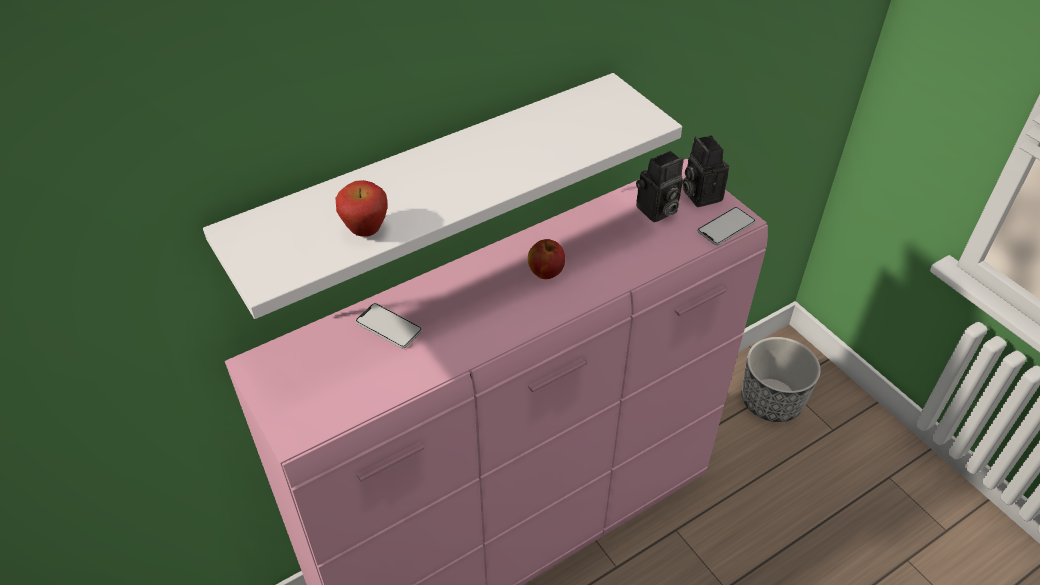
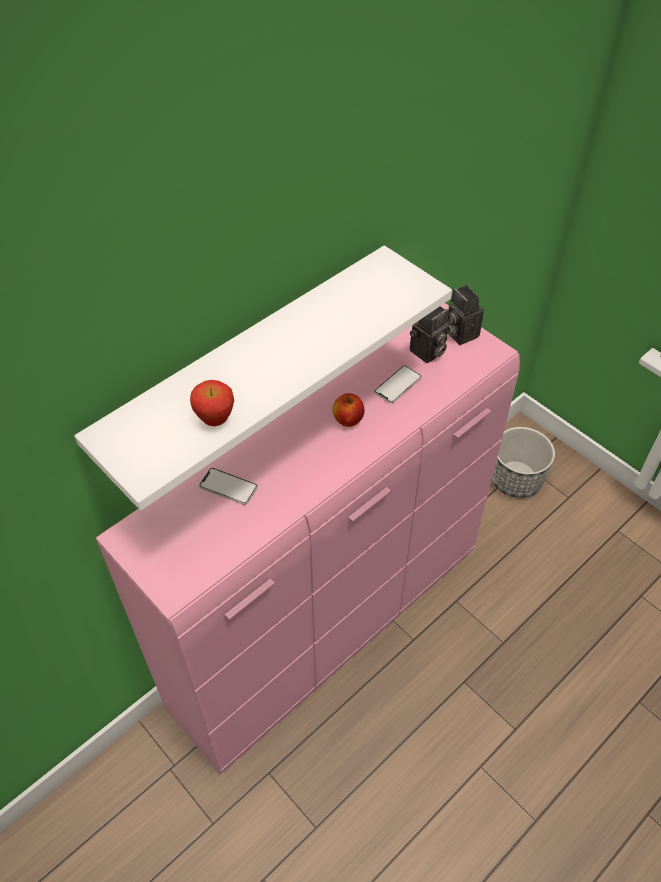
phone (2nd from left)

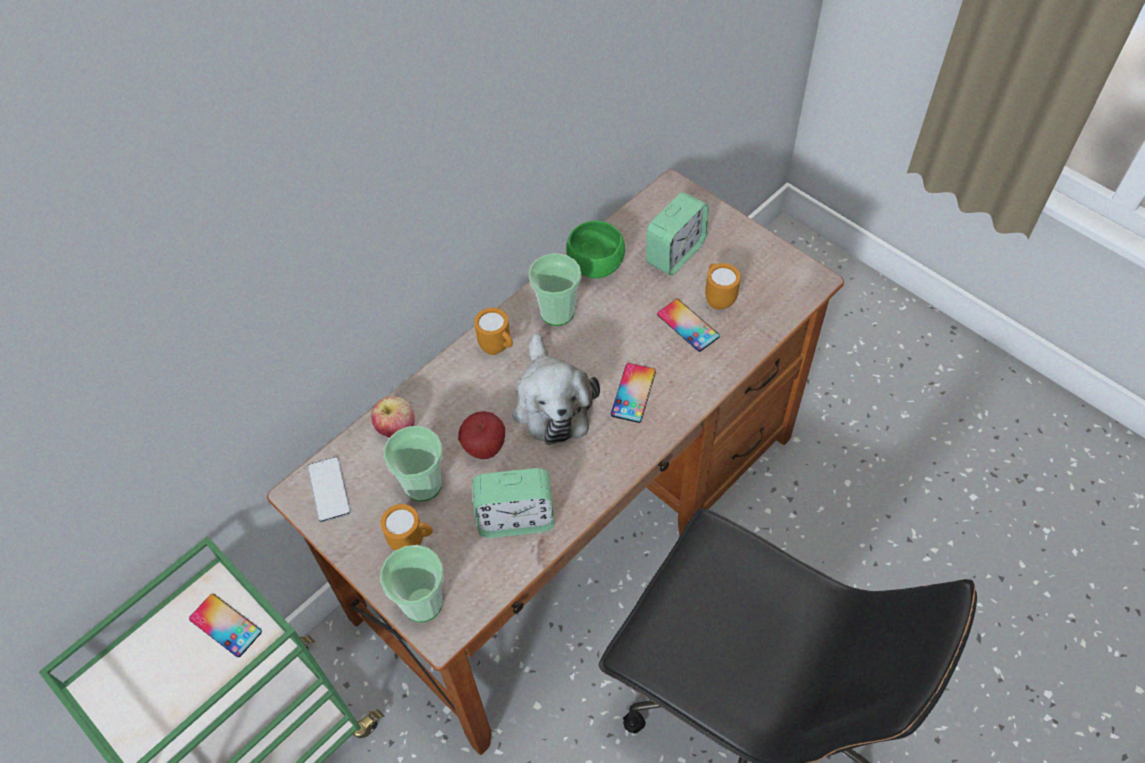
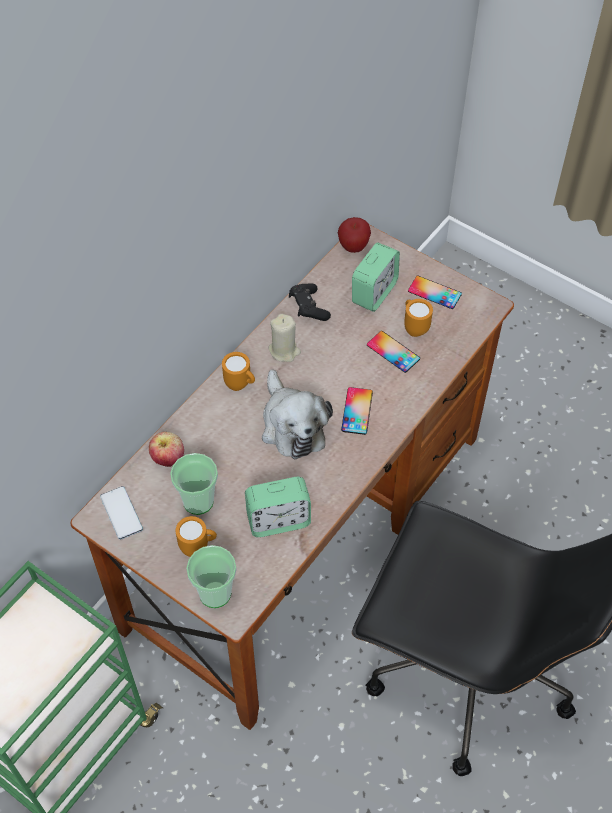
game controller (black-coloured); wax candle (beige-coloured); apple fruit (2nd from left); phone (4th from left)

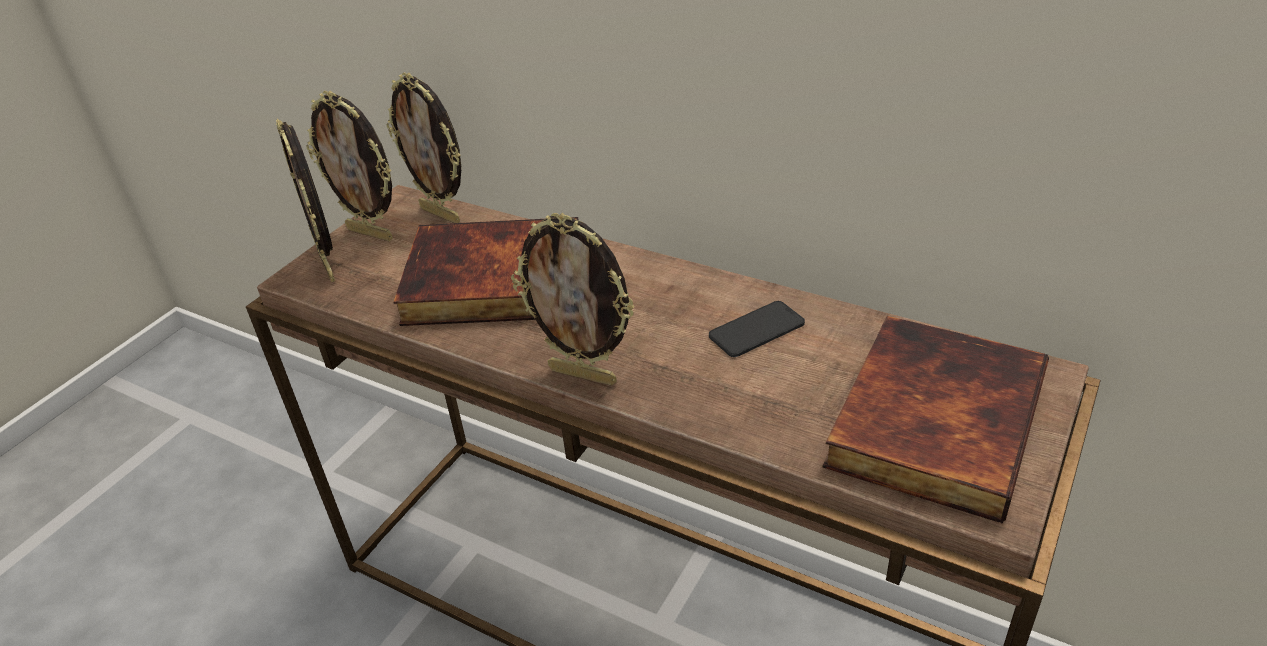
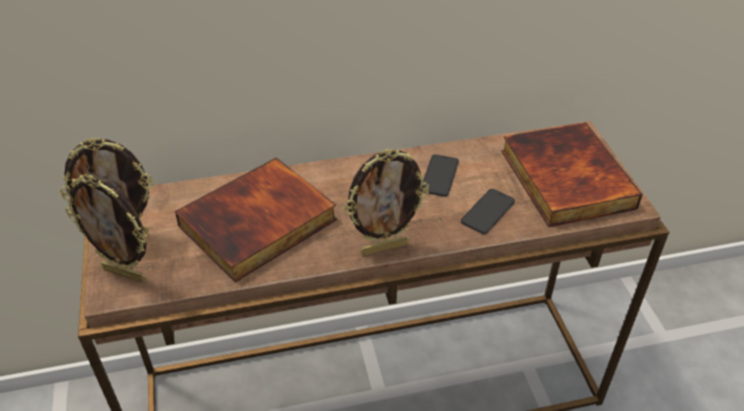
standing frame (3rd from left in the first image); phone (2nd from left)

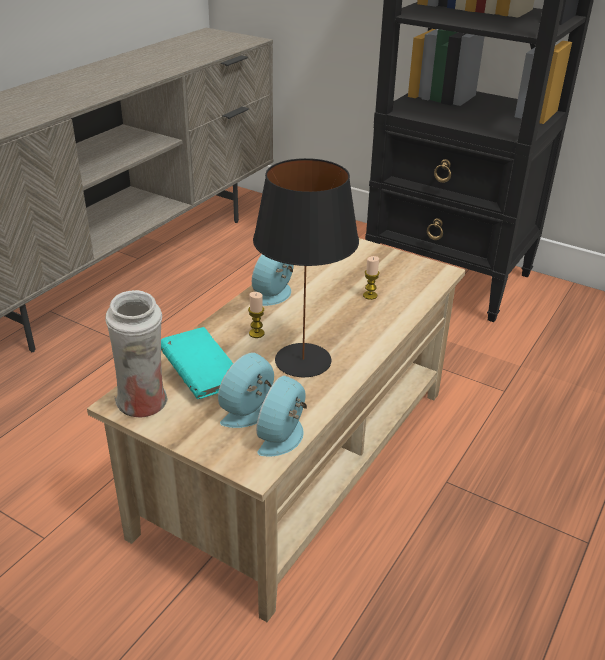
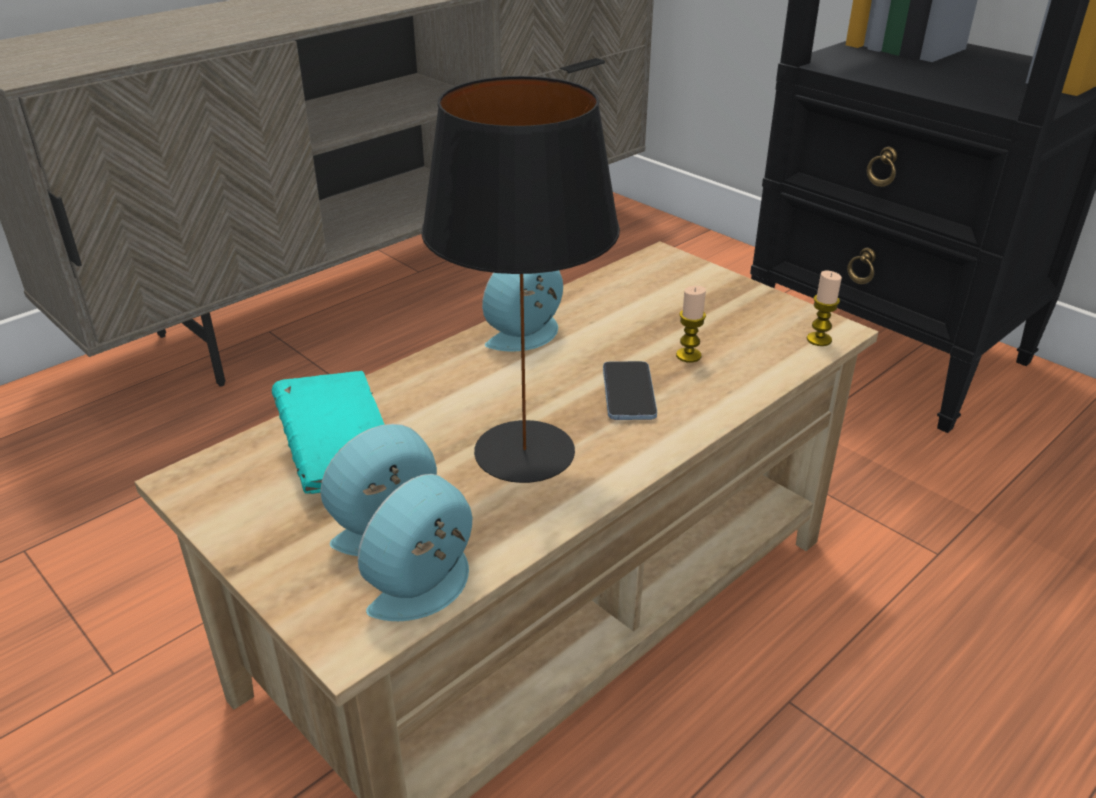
decorative vase (white-coloured); wax candle (2nd from left); phone

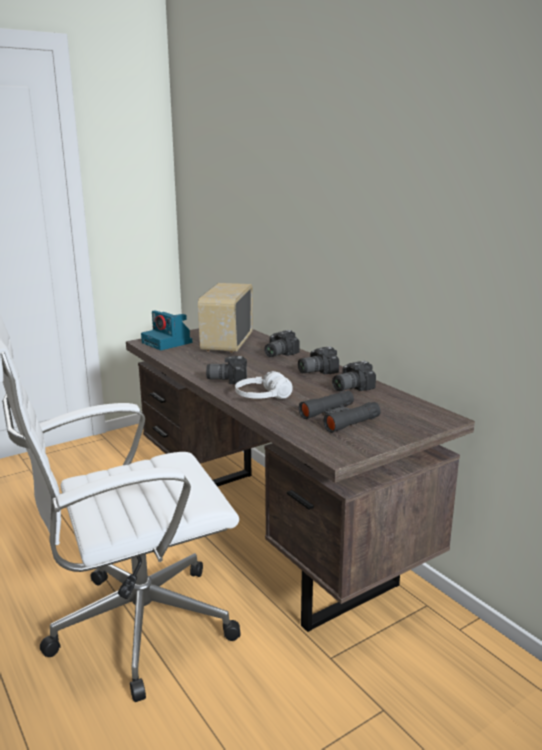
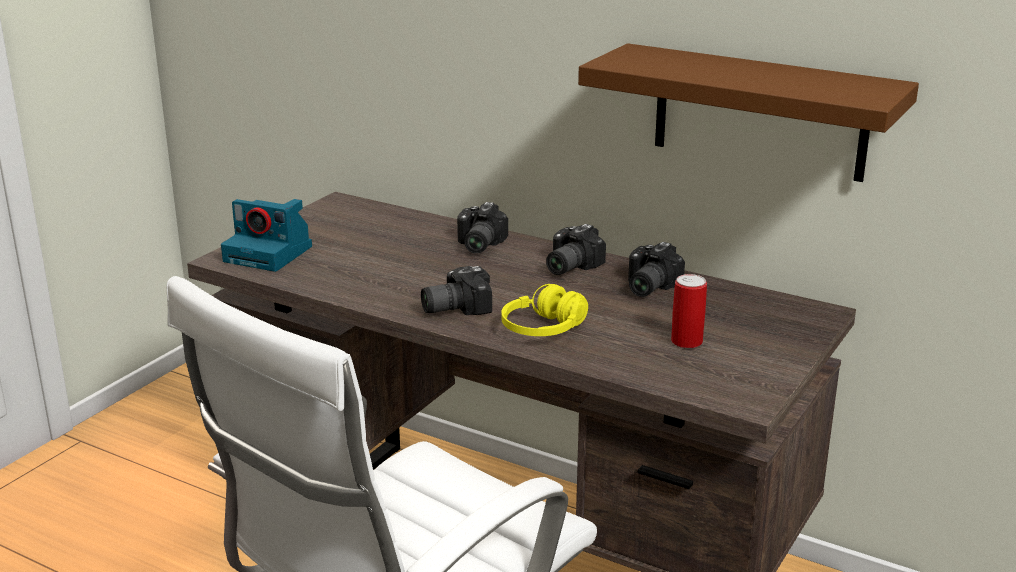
radio receiver; pair of headphones (yellow-coloured); can; shelf (brown)

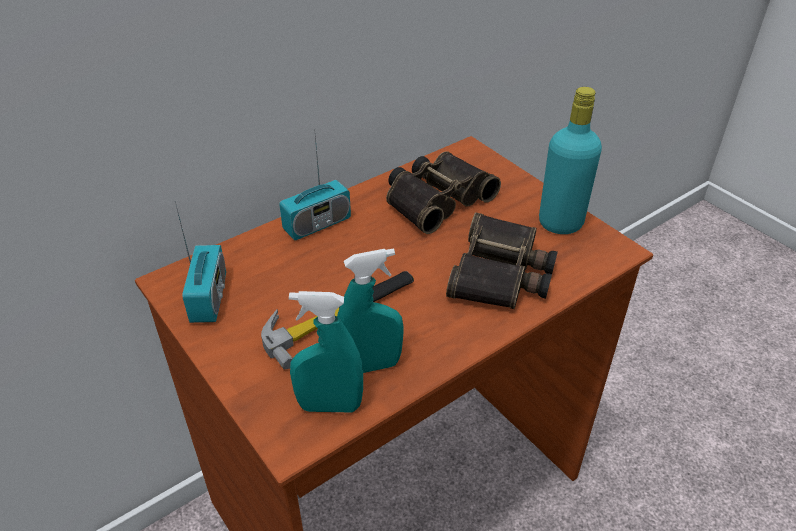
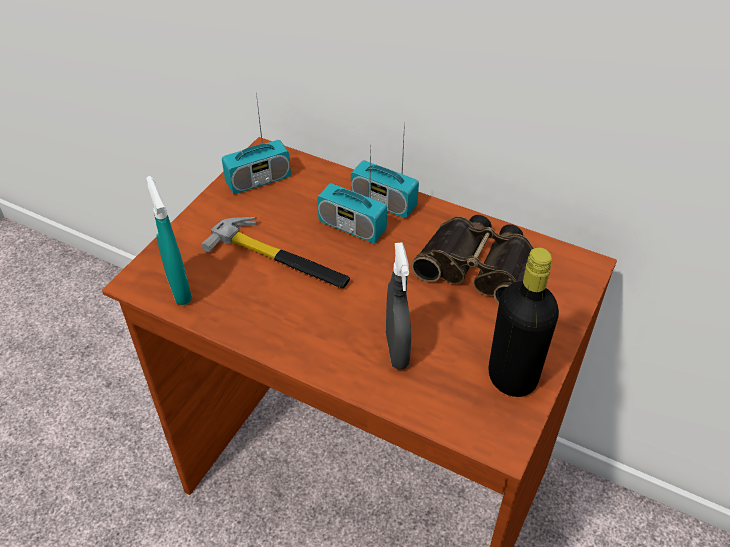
beverage bottle (black-coloured); spray bottle (gray); spray bottle (turquoise-coloured) (2nd from left in the first image); radio receiver (2nd from left)

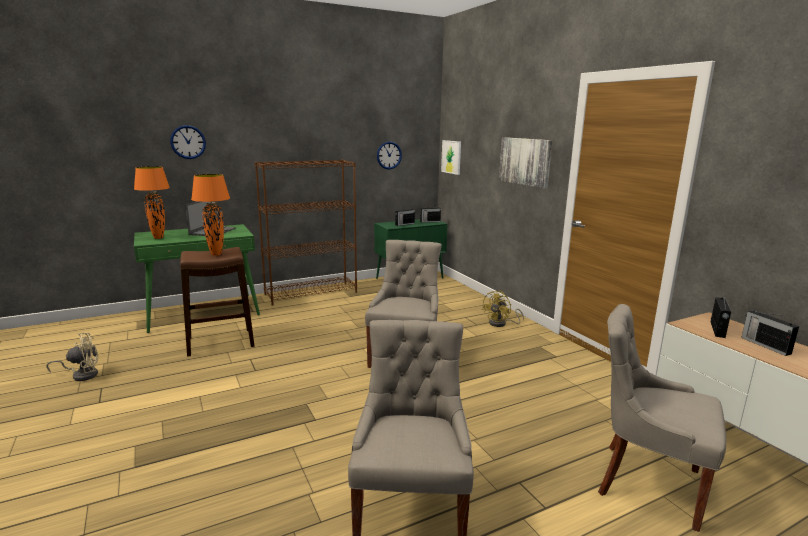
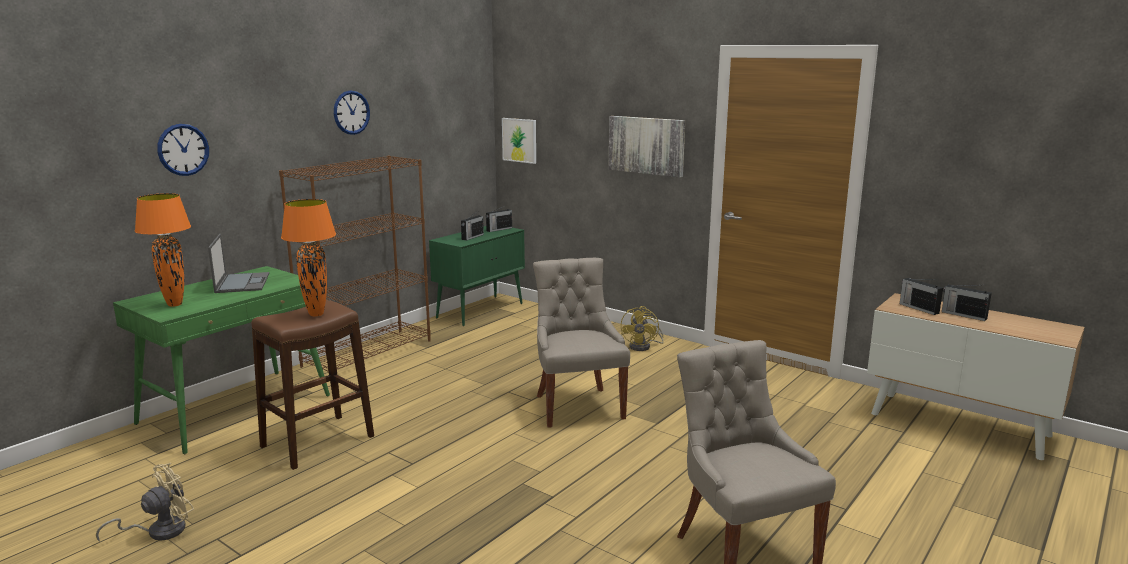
wall clock (2nd from left); radio receiver (3rd from left); upright chair (gray) (3rd from left in the first image)

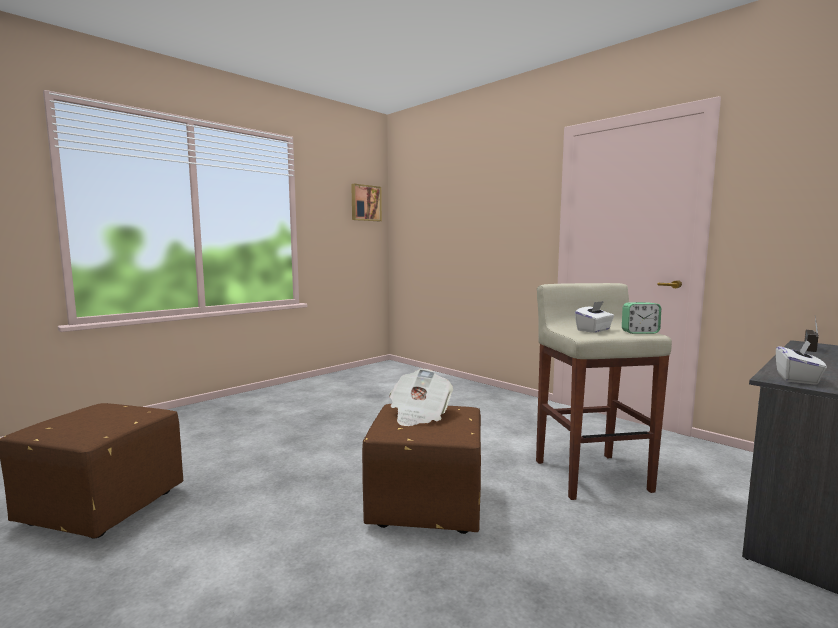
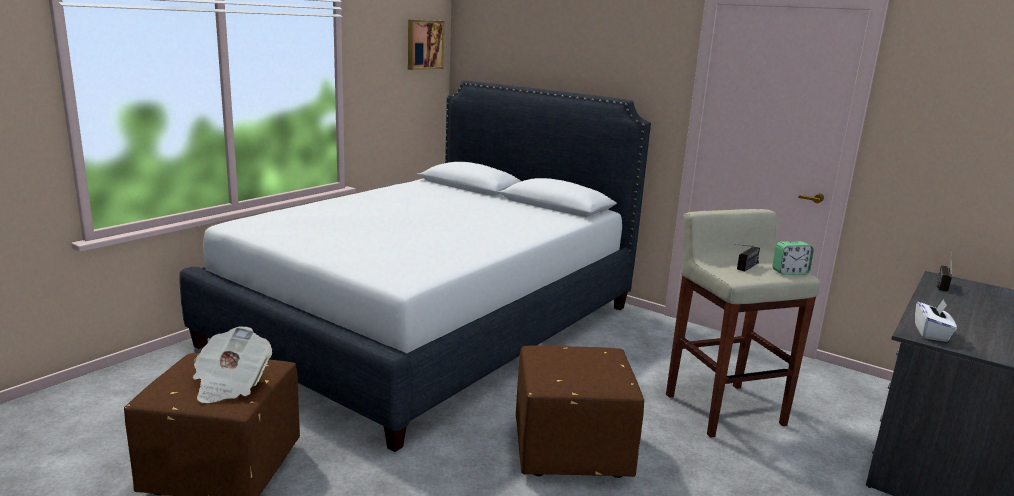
radio receiver (1st from left); newspaper; bedroom bed (white-coloured)

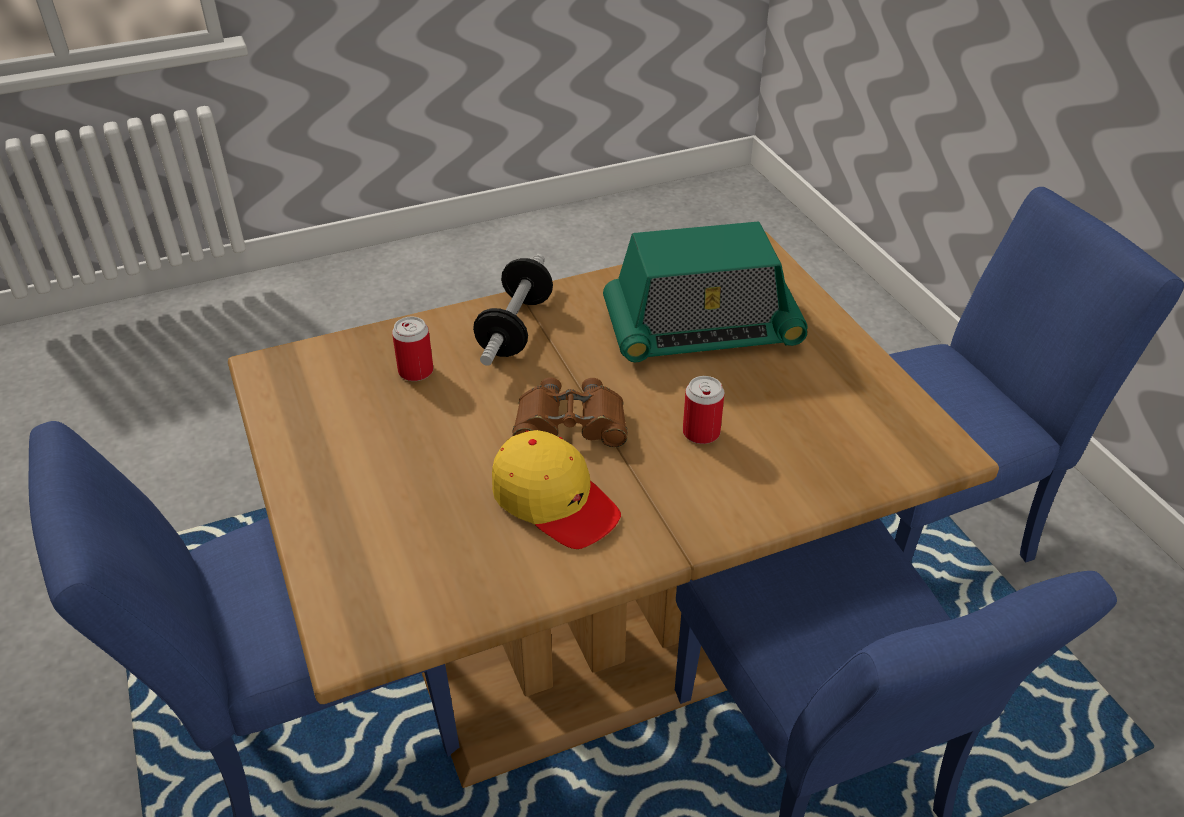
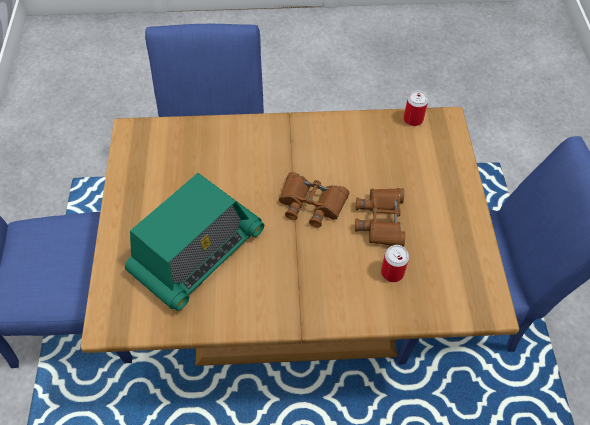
radio receiver; free weight; can (2nd from left); peaked cap (yellow-coloured); pair of binoculars (brown) (2nd from left)

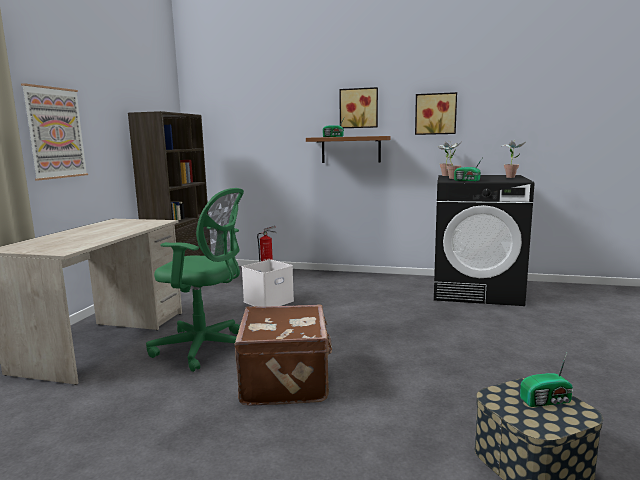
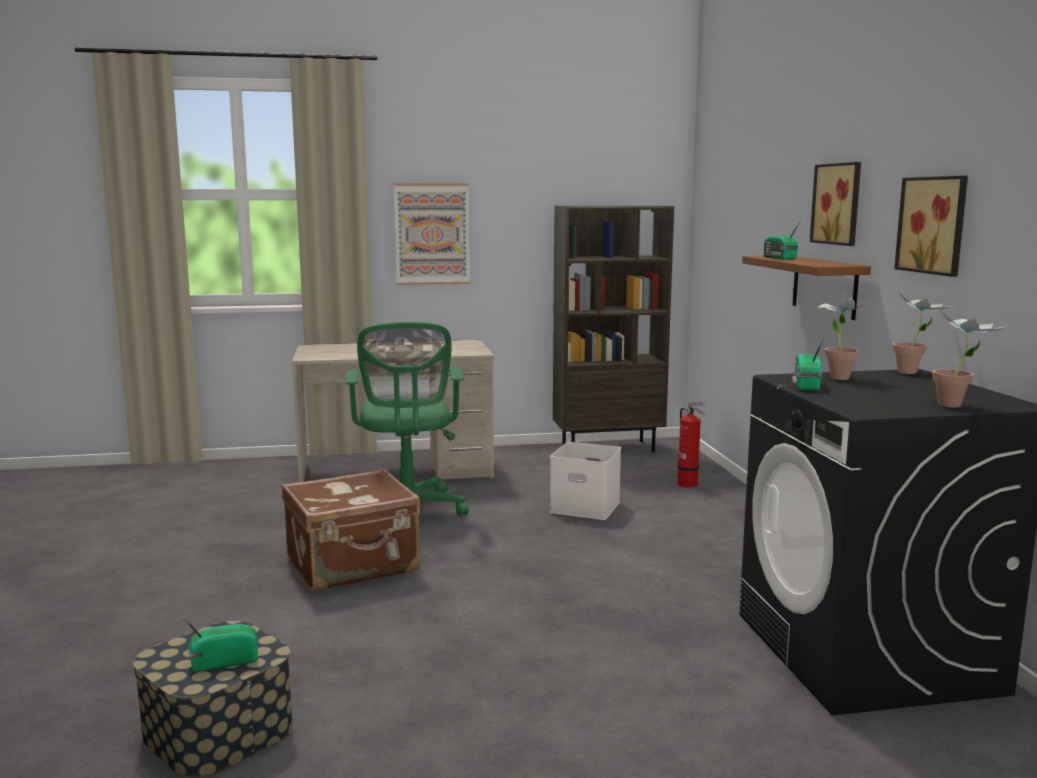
radio receiver (1st from left)

